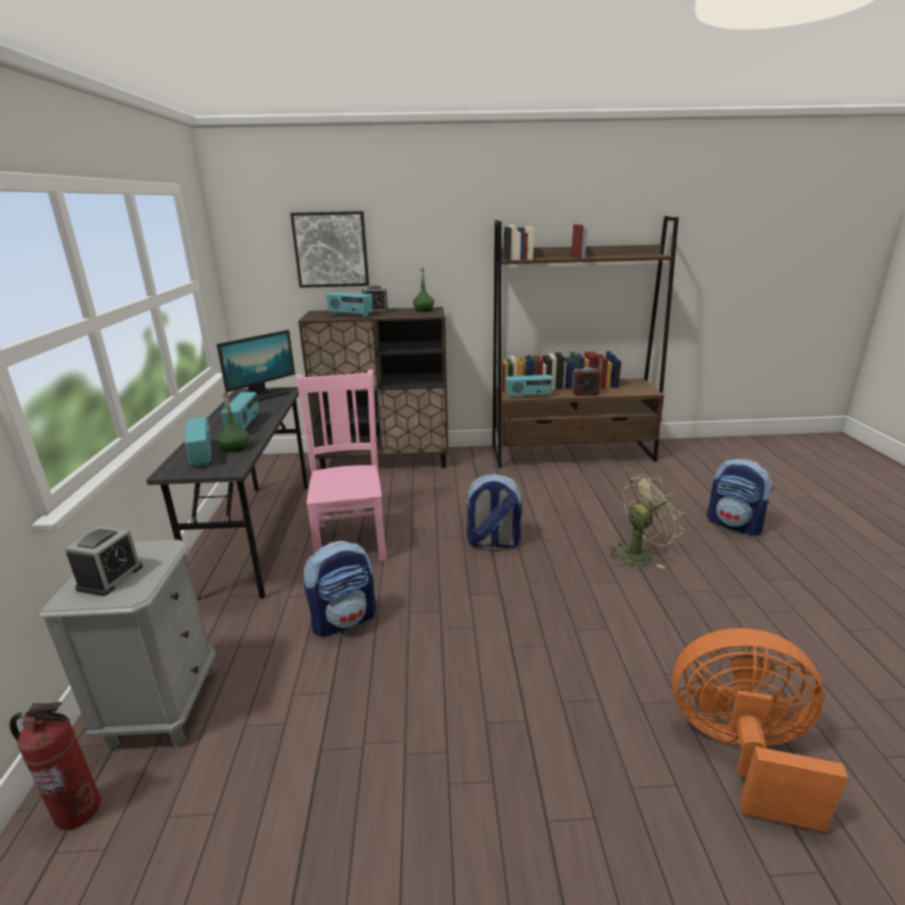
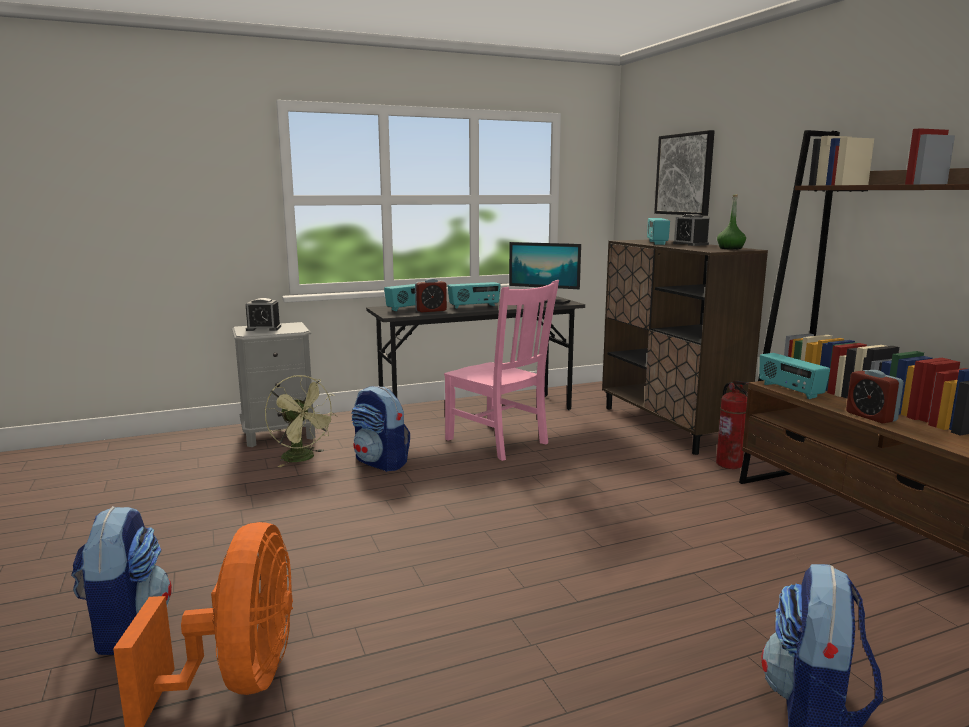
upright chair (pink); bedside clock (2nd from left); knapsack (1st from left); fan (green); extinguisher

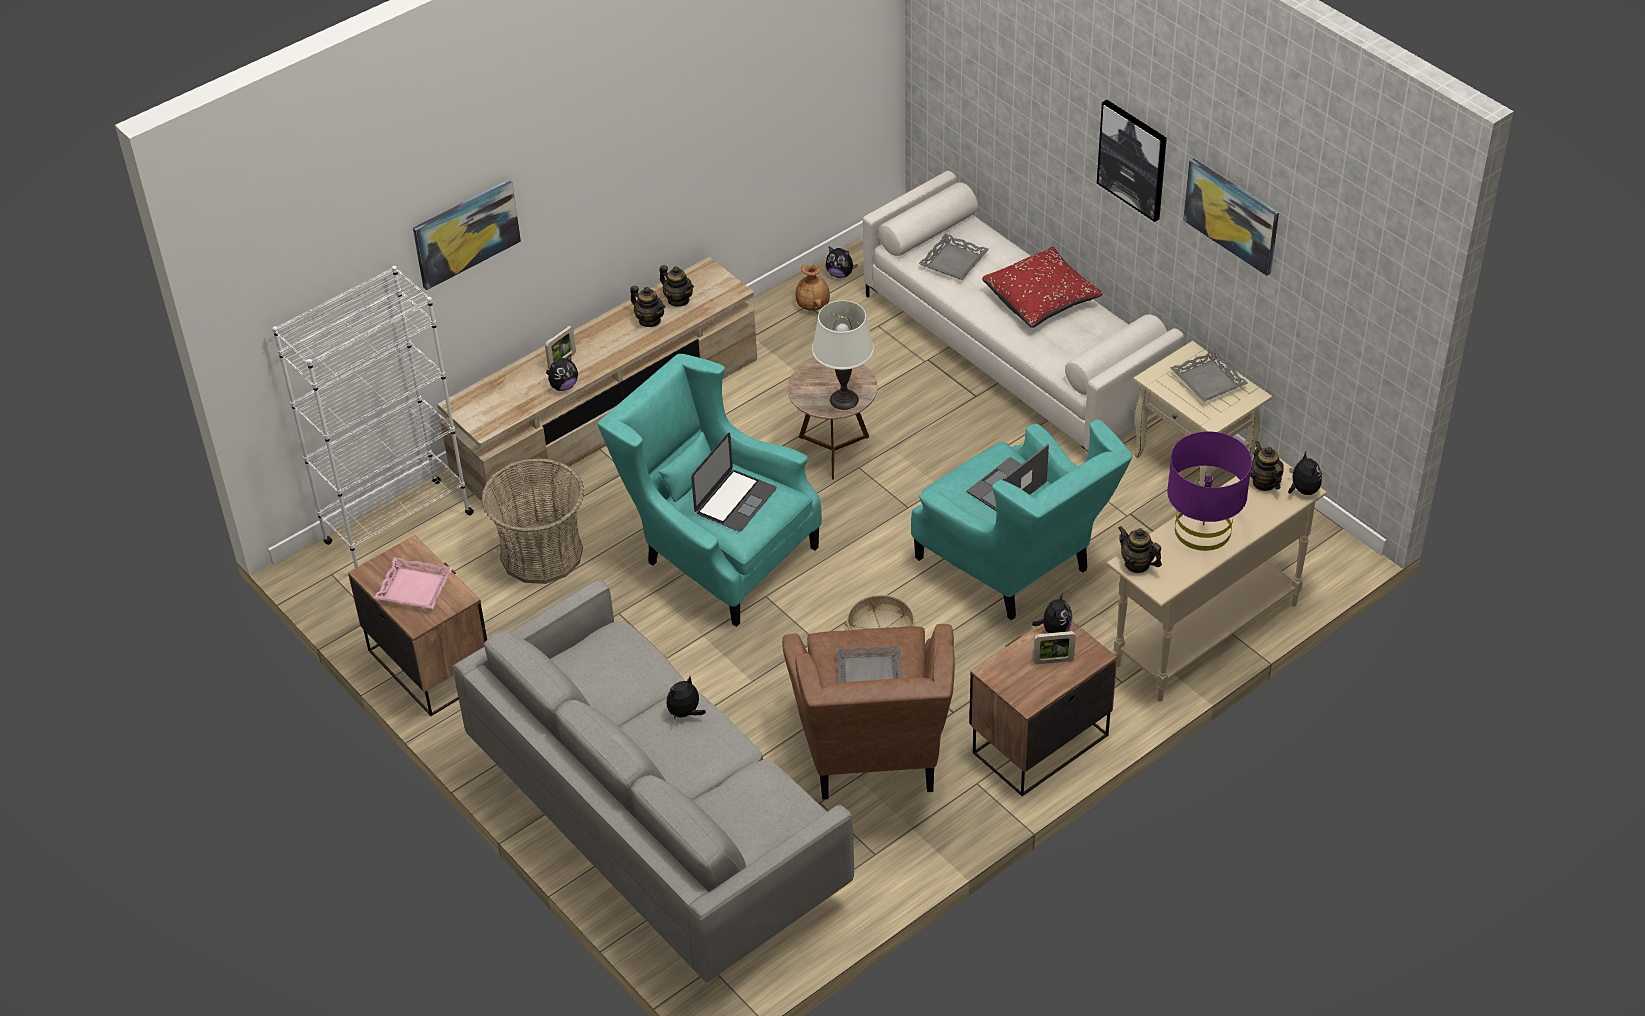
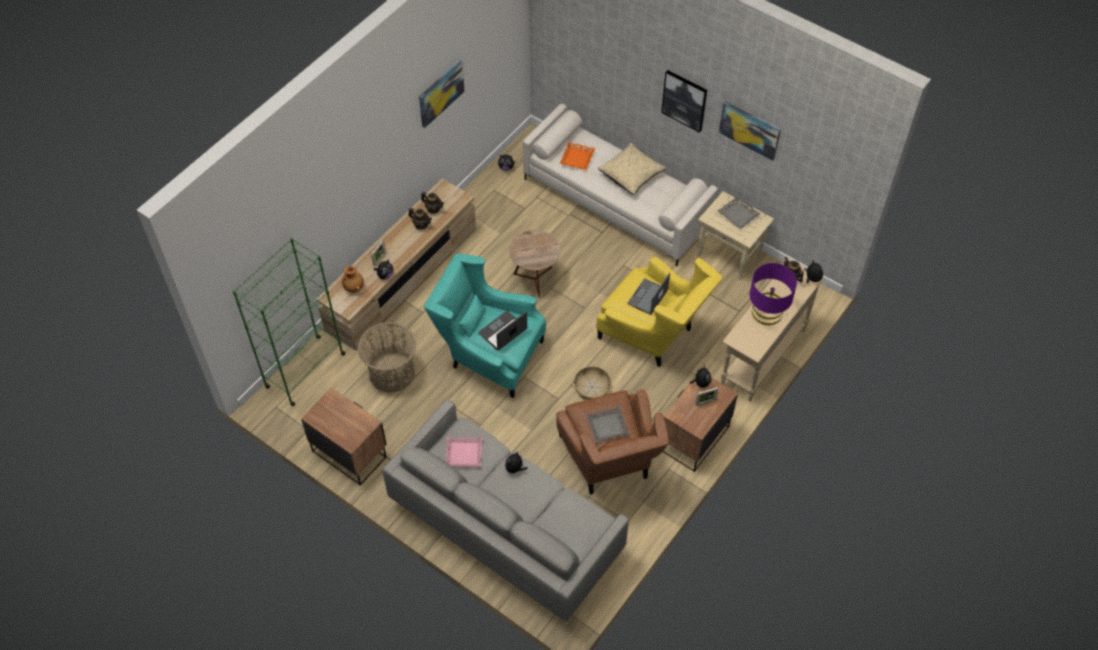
wall art (1st from left); tray (orange); pillow (beige-coloured); decorative vase (brown); bookcase (green); table lamp (white-coloured); armchair (yellow-coloured); notebook computer (1st from left); pot for tea (3rd from left in the first image); tray (pink)

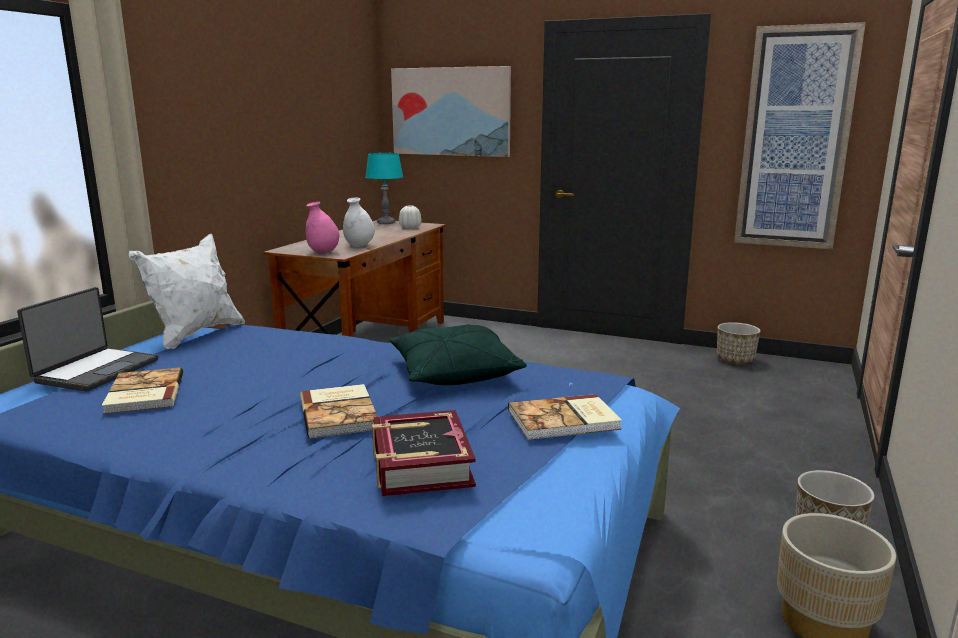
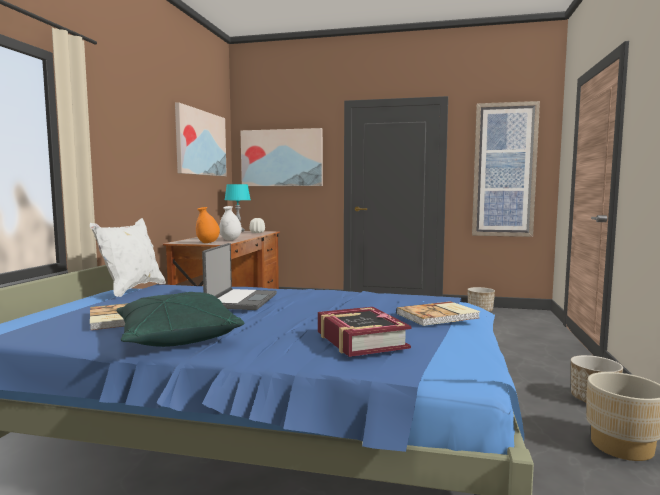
decorative vase (orange); notebook computer; pillow (green); book (2nd from left in the first image); wall art (1st from left)

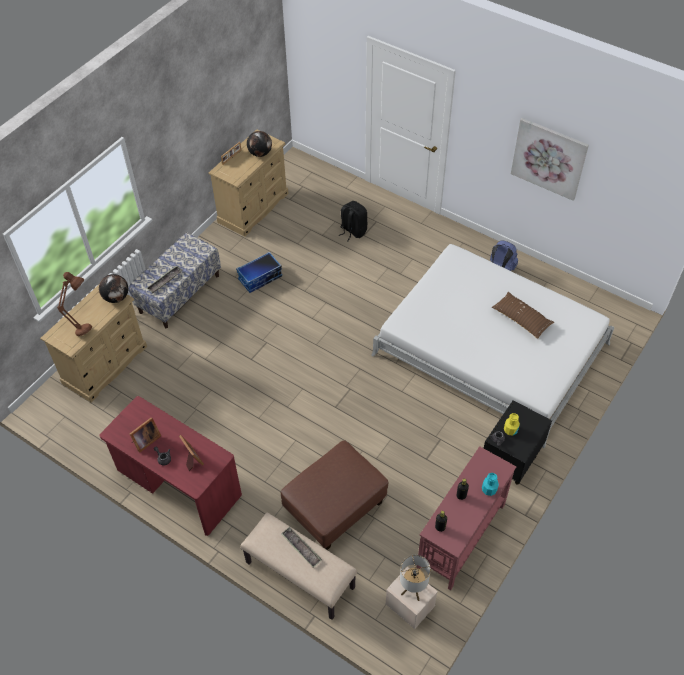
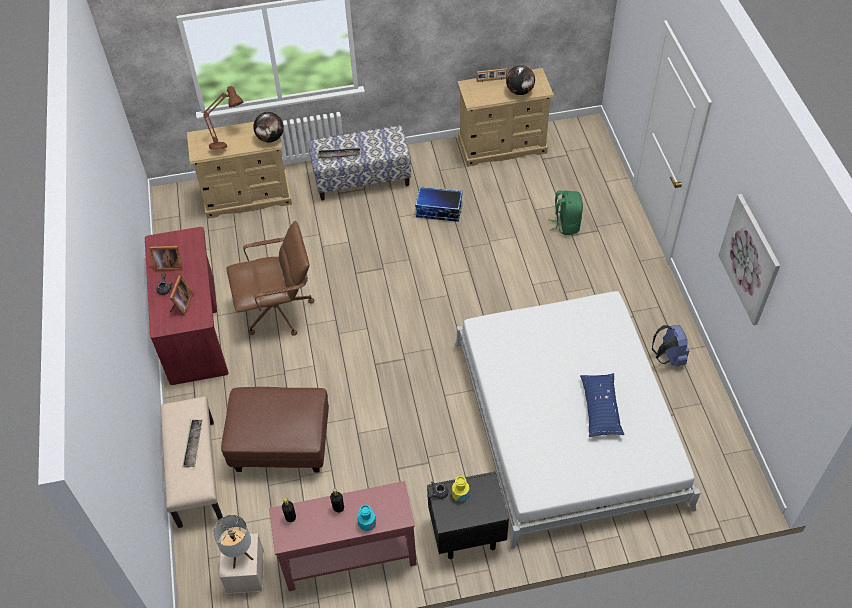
knapsack (green); pillow (bluish); desk chair (brown)

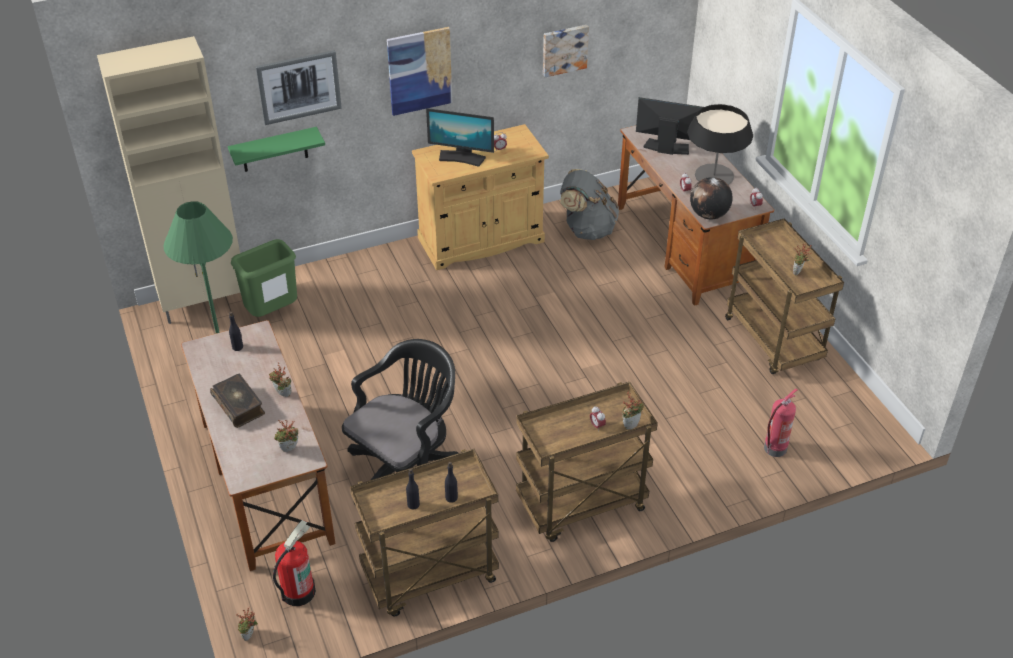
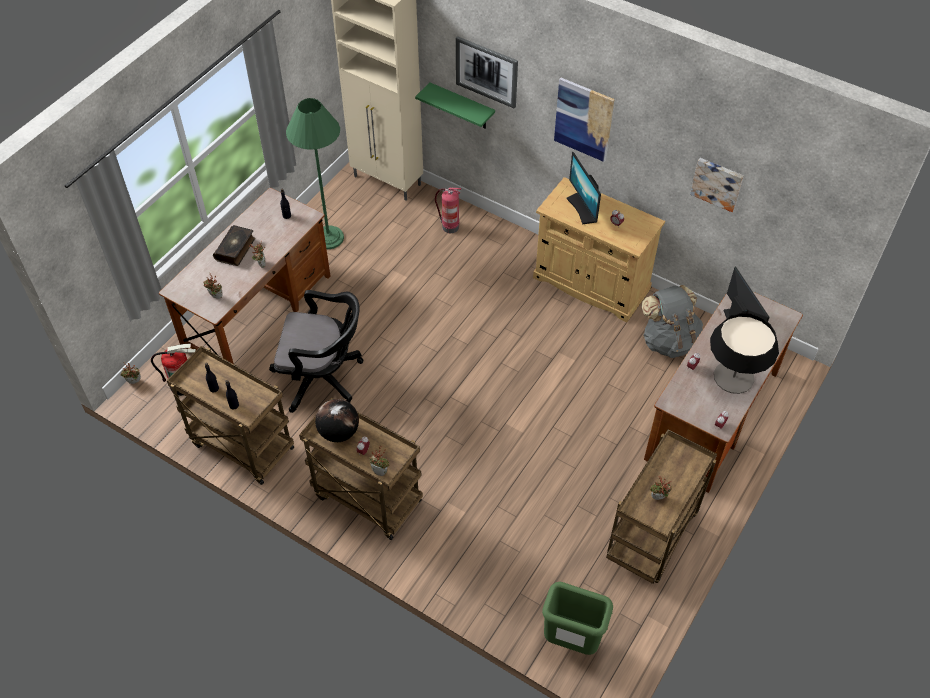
desk globe; trash can (green); extinguisher (2nd from left)

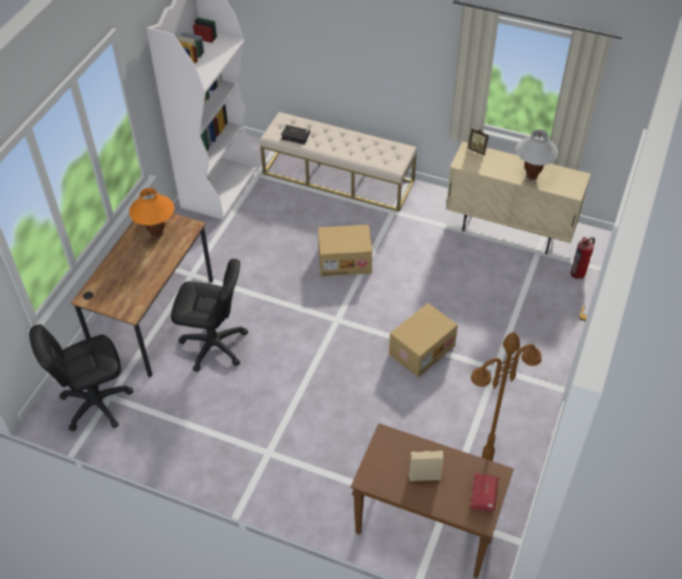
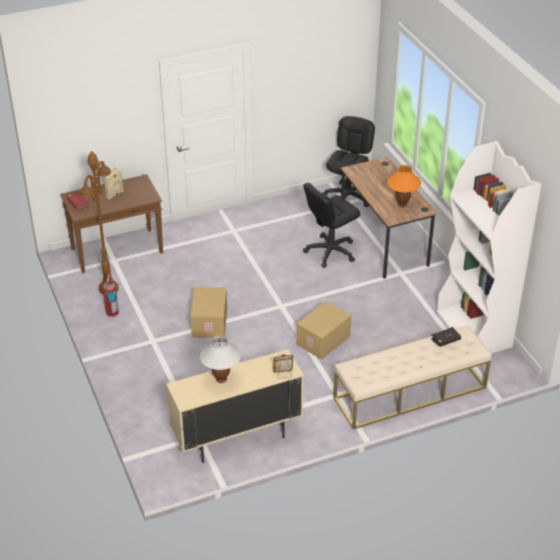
extinguisher

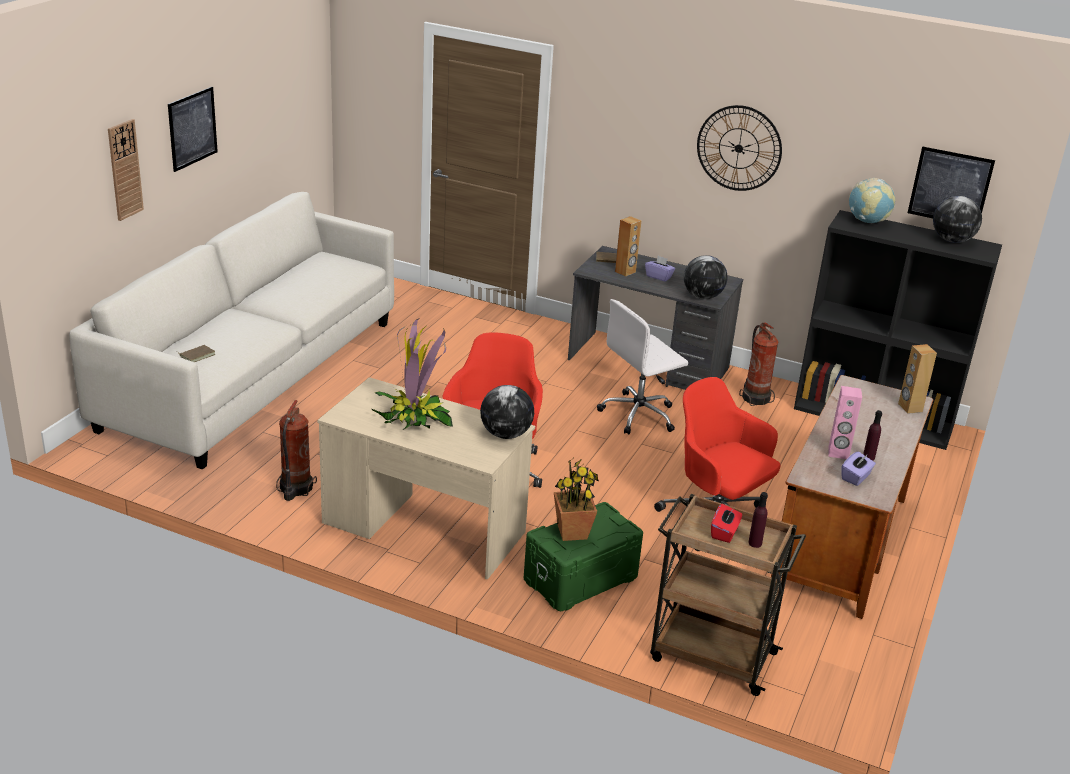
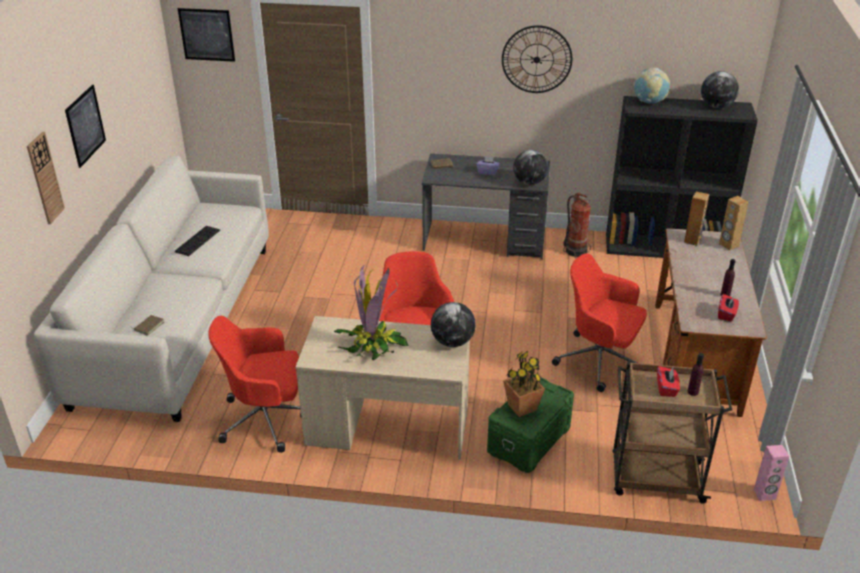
wall art (2nd from left); speaker (brown) (1st from left); desk chair (white-coloured); speaker (pink); desk chair (red-coloured) (1st from left); tissue box (red-coloured) (2nd from left); keyboard

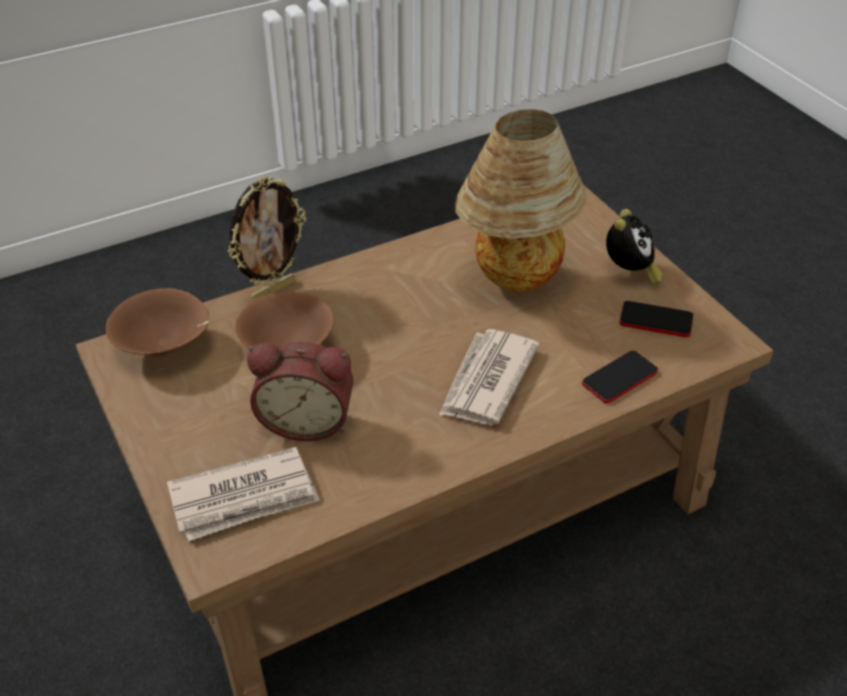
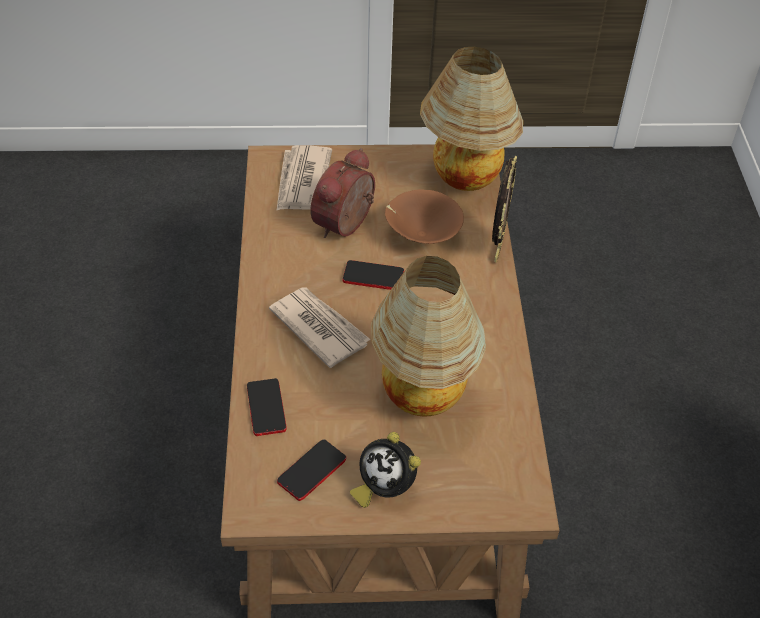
standing frame; table lamp (2nd from left); phone (3rd from left)

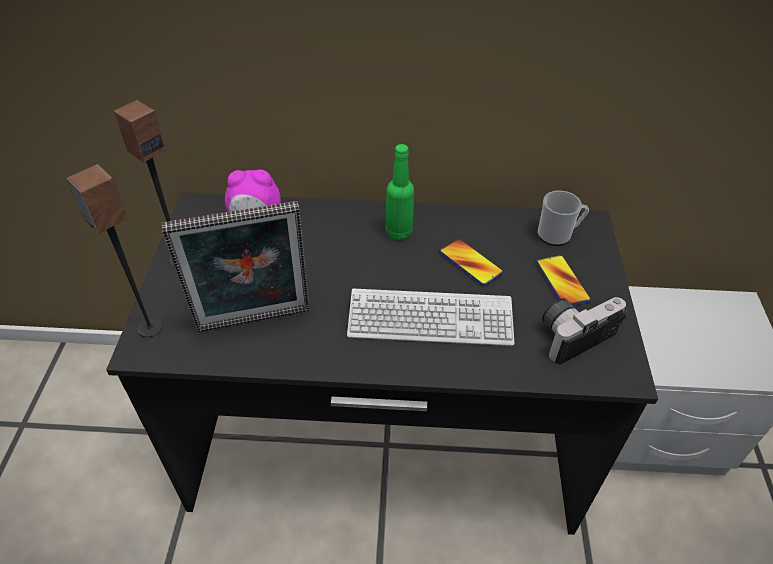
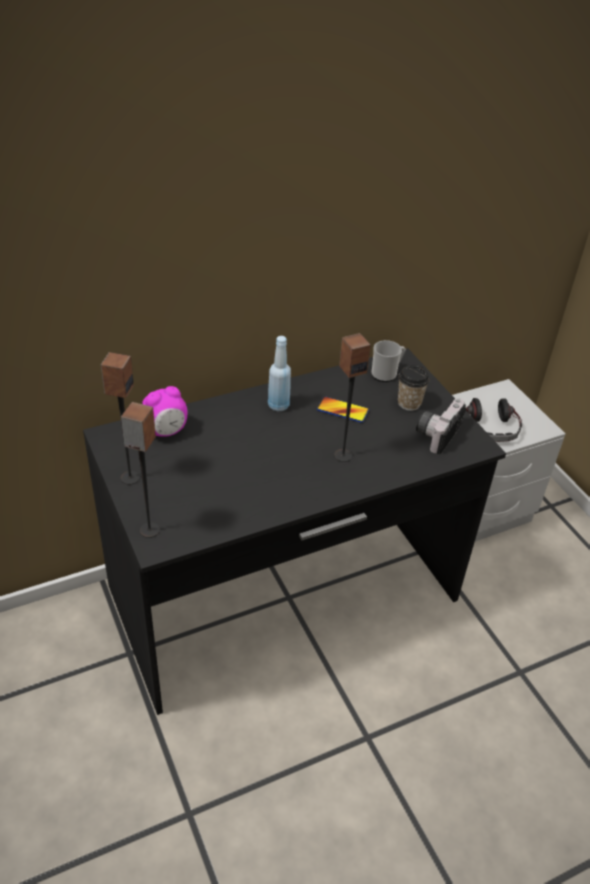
beverage bottle (bluish); standing frame; cup; speaker (3rd from left); pair of headphones

